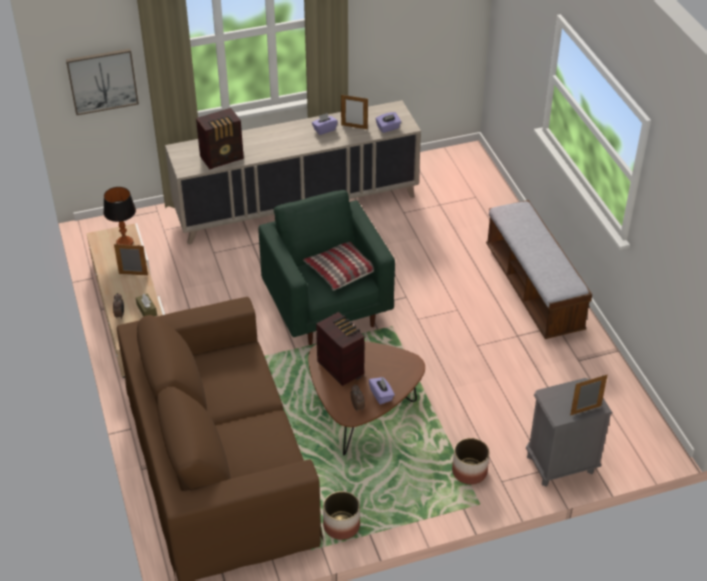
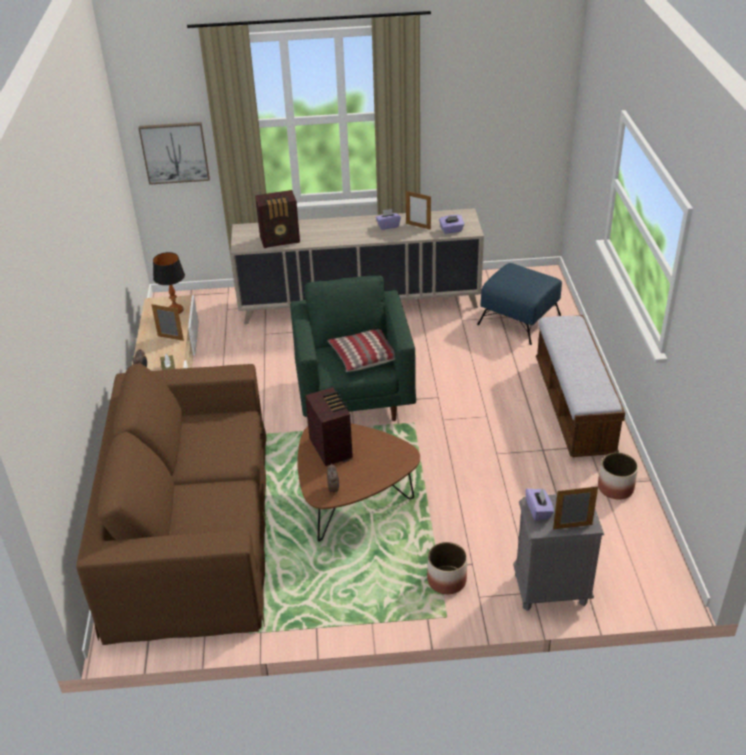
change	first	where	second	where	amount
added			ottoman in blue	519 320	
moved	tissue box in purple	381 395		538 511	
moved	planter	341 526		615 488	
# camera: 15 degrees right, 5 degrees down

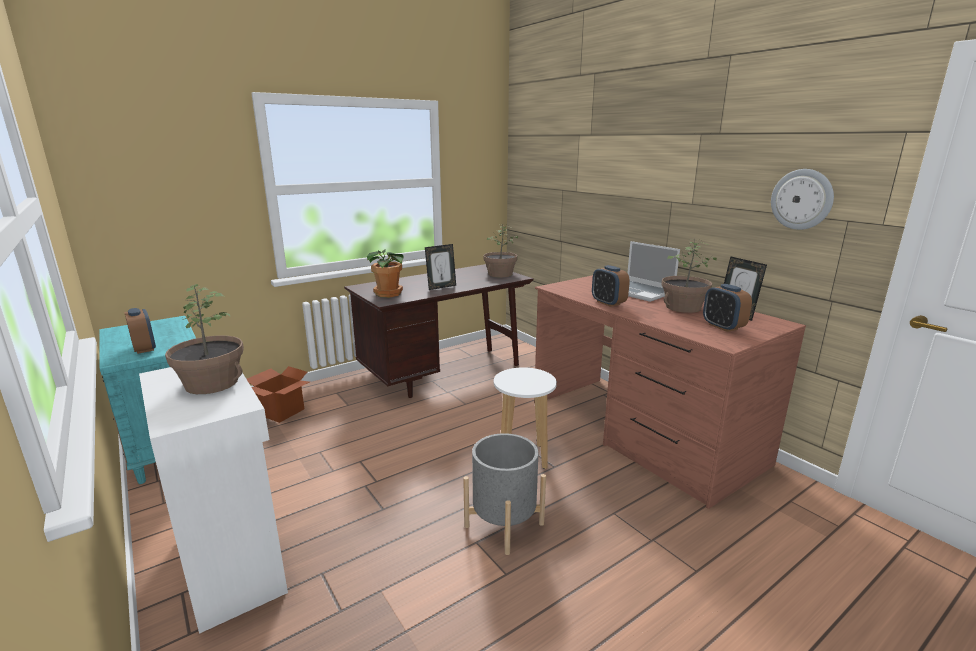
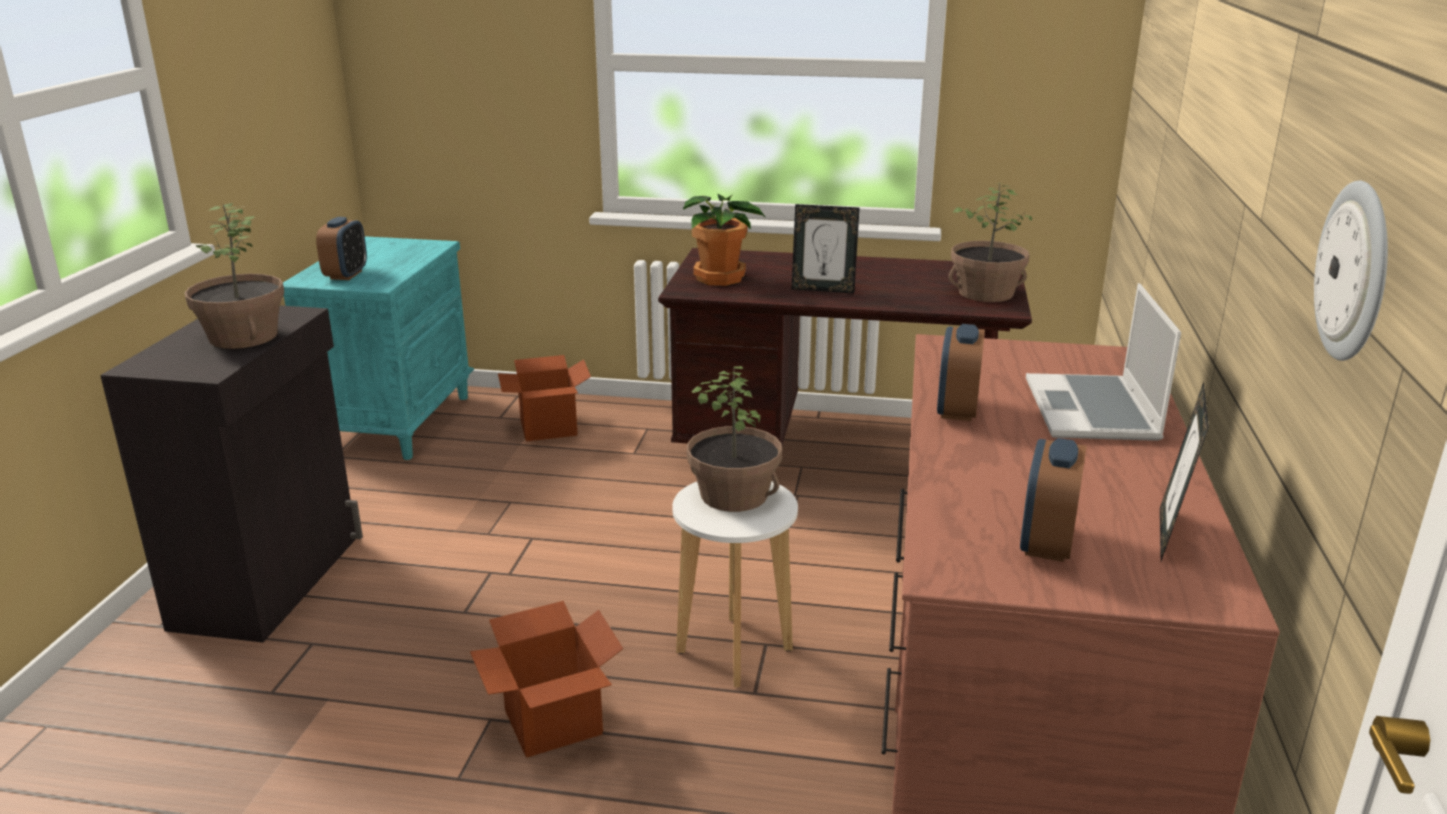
change	first	where	second	where	amount
recoloured	cabinet in white	233 562	cabinet in black	271 581	
replaced	planter in grey	504 525	cardboard box	553 722	
moved	potted plant	683 307		734 494	
# camera: 45 degrees right, 5 degrees up

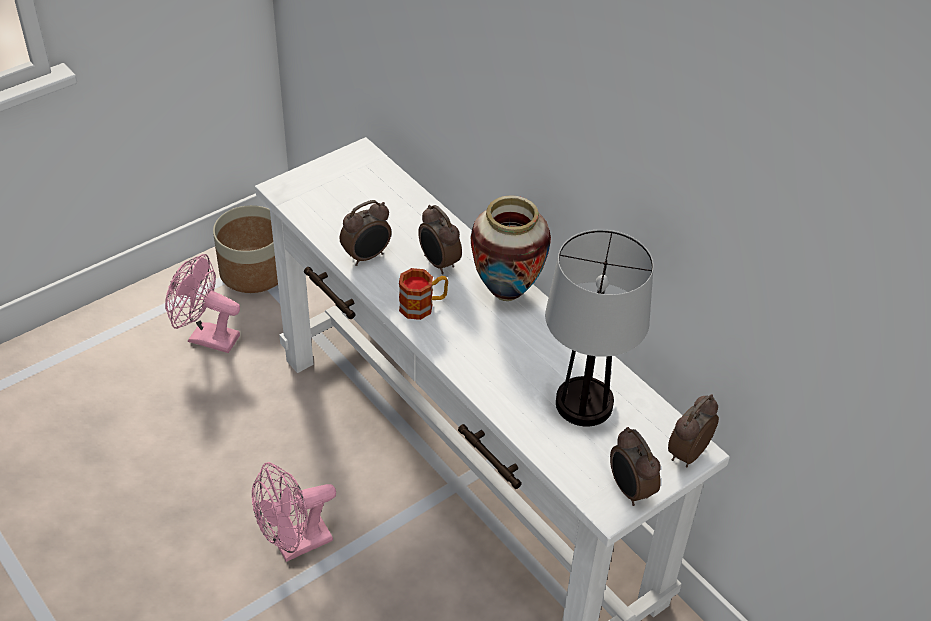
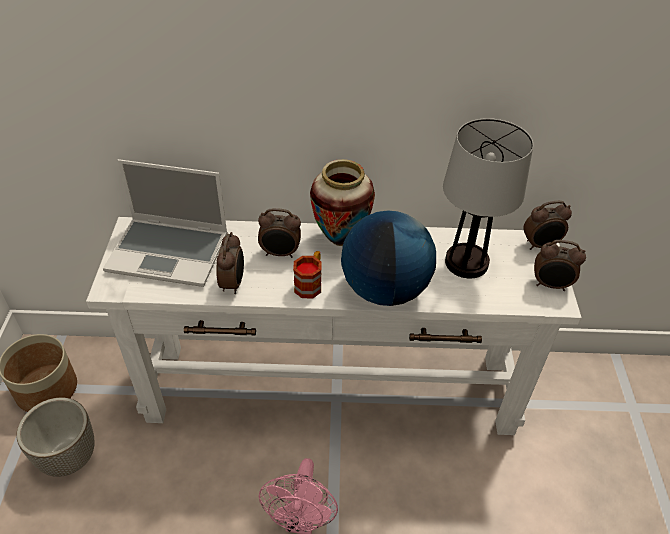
change	first	where	second	where	amount
replaced	fan in pink	206 337	planter	69 457	
added			laptop	170 252	
added			globe	385 290	
turned	alarm clock	686 453		540 245	90 degrees counterclockwise
# camera: 50 degrees left, 0 degrees up

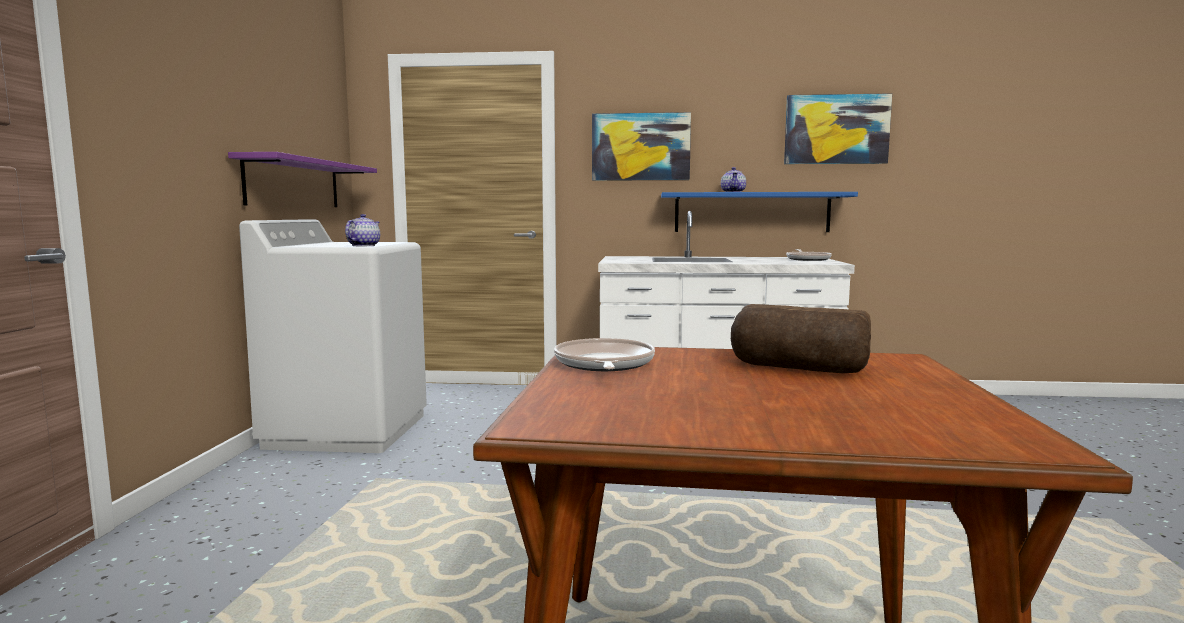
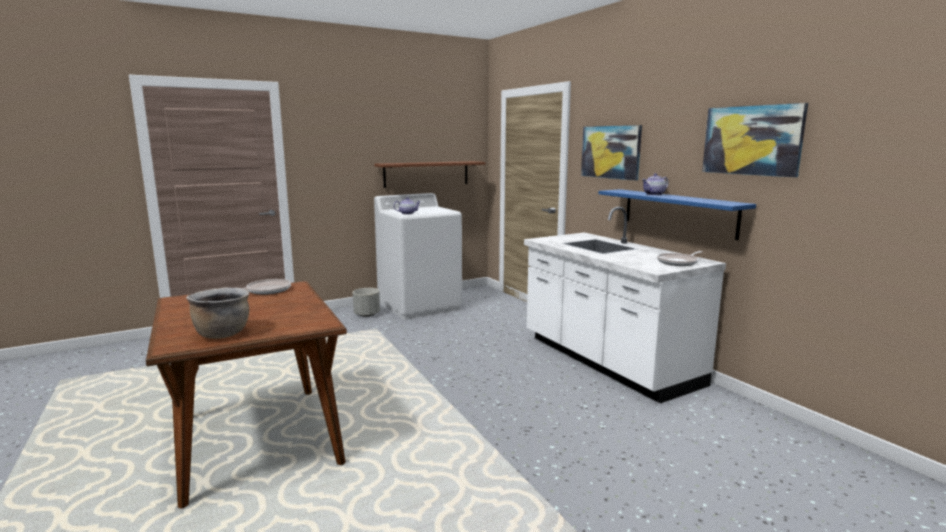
change	first	where	second	where	amount
added			cooking pot in brown	222 334	
added			planter in grey	367 314	
recoloured	shelf in purple	294 184	shelf in brown	426 174	
removed	bread	797 368			
# camera: 55 degrees right, 5 degrees up

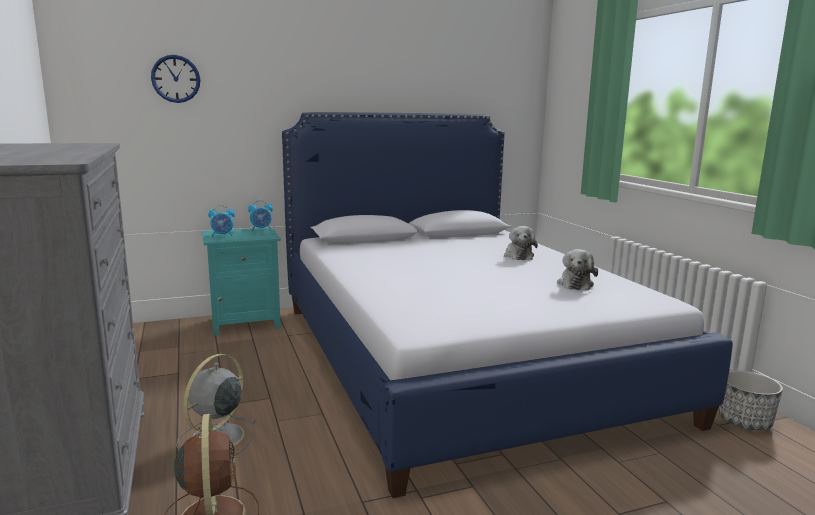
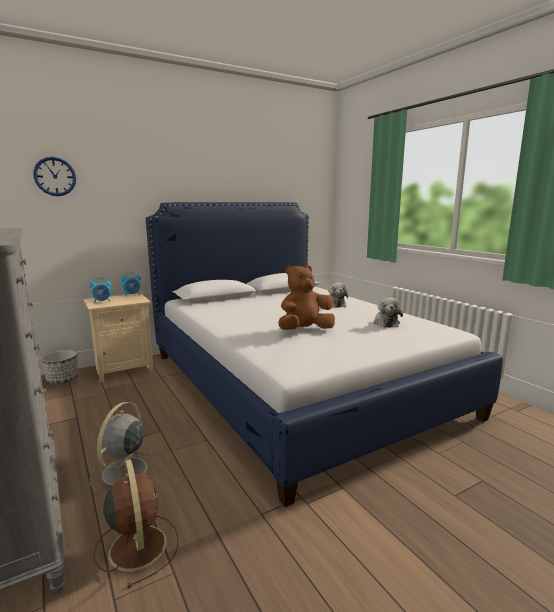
change	first	where	second	where	amount
moved	planter	744 422		62 380	
recoloured	nightstand in turquoise	245 323	nightstand in beige	123 369	
added			plush toy in brown	305 330	
# camera: 10 degrees left, 0 degrees up

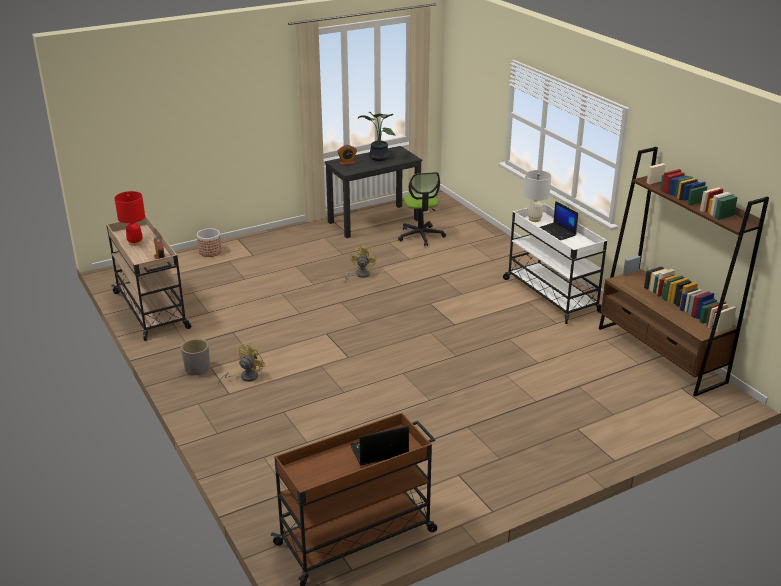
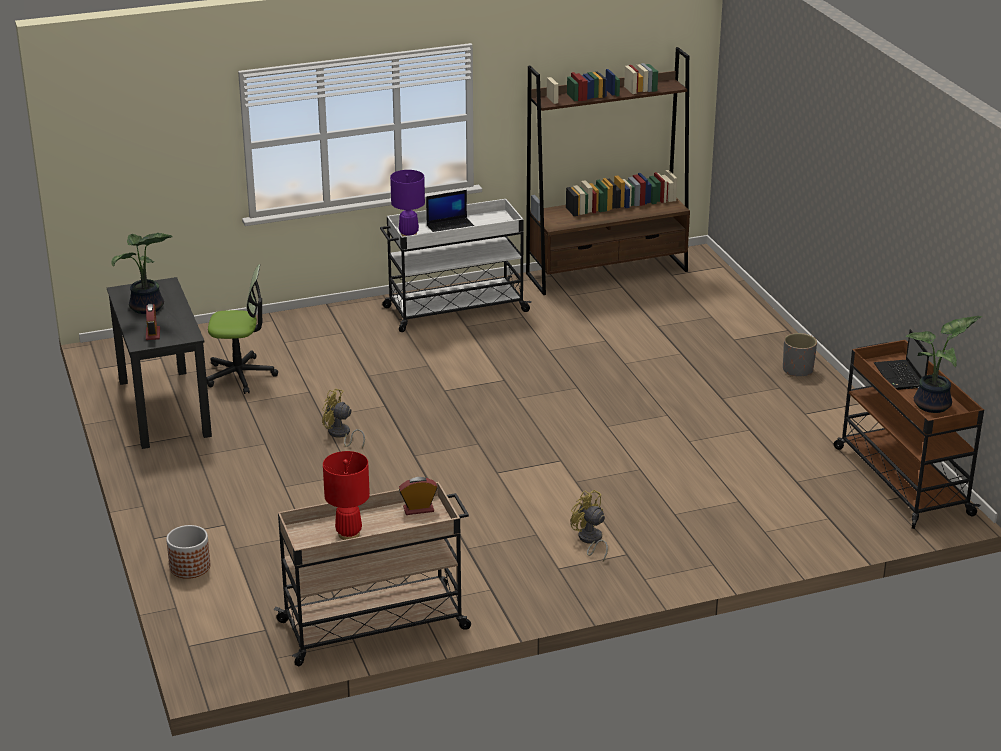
change	first	where	second	where	amount
recoloured	table lamp in white	534 219	table lamp in purple	408 235	
moved	planter in grey	197 369		797 370	
added			potted plant	934 405	
# camera: 80 degrees left, 0 degrees up

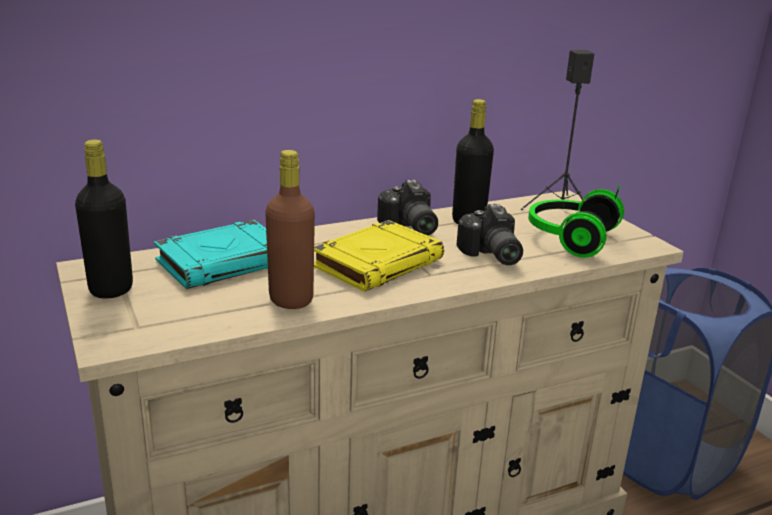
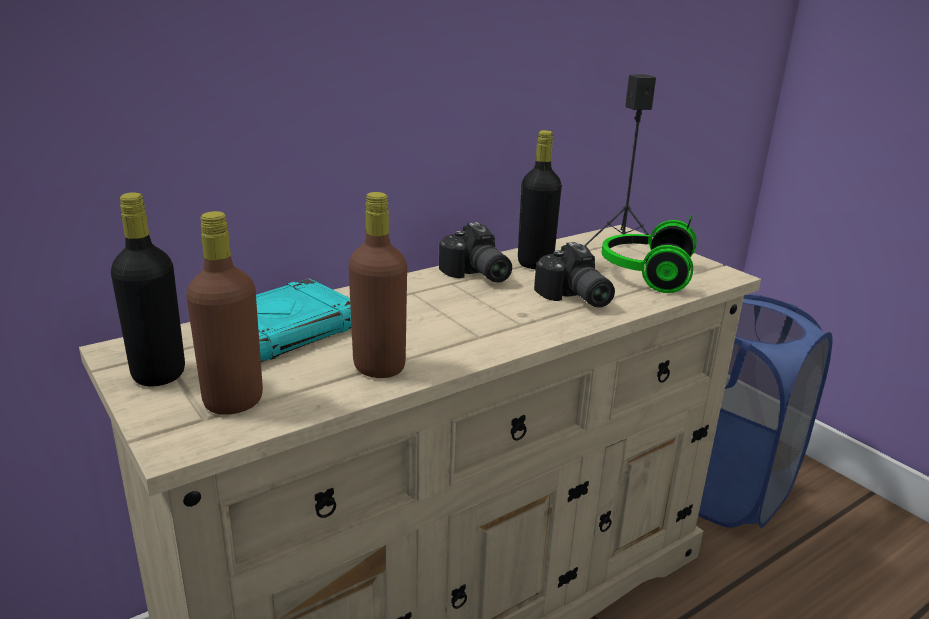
change	first	where	second	where	amount
added			bottle in brown	233 401	
removed	book in yellow	378 263			
# camera: 10 degrees left, 0 degrees up

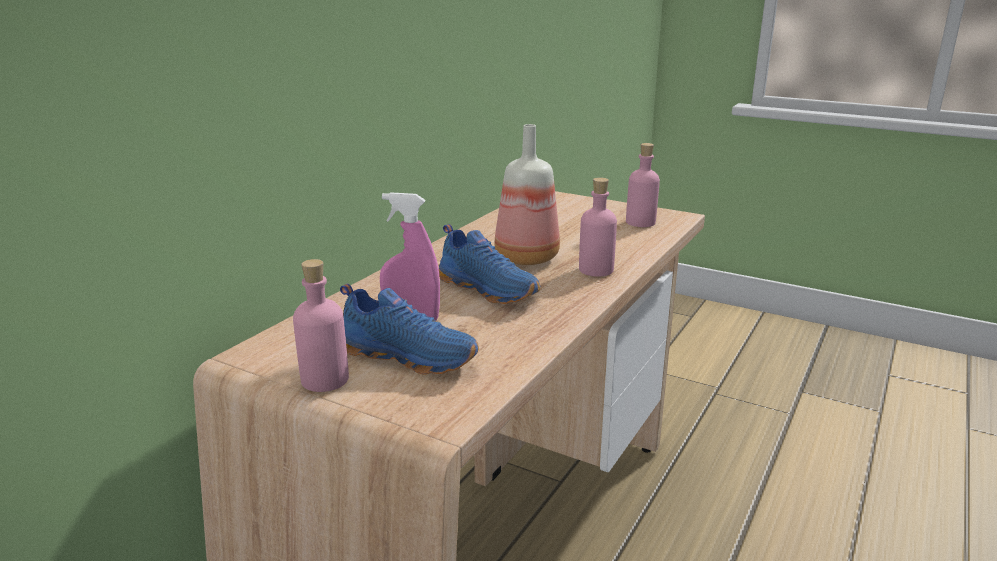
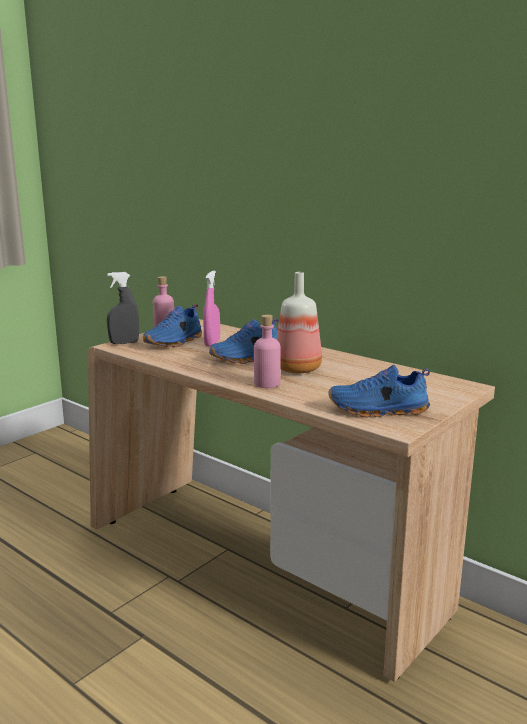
change	first	where	second	where	amount
added			spray bottle in grey	124 342	
replaced	bottle in pink	640 222	shoe in blue	378 410	
# camera: 100 degrees right, 5 degrees down

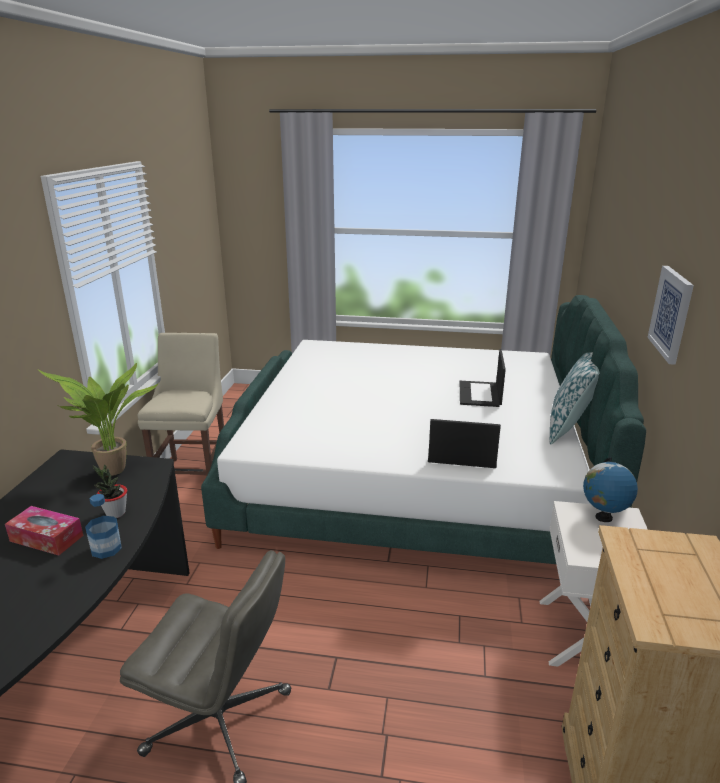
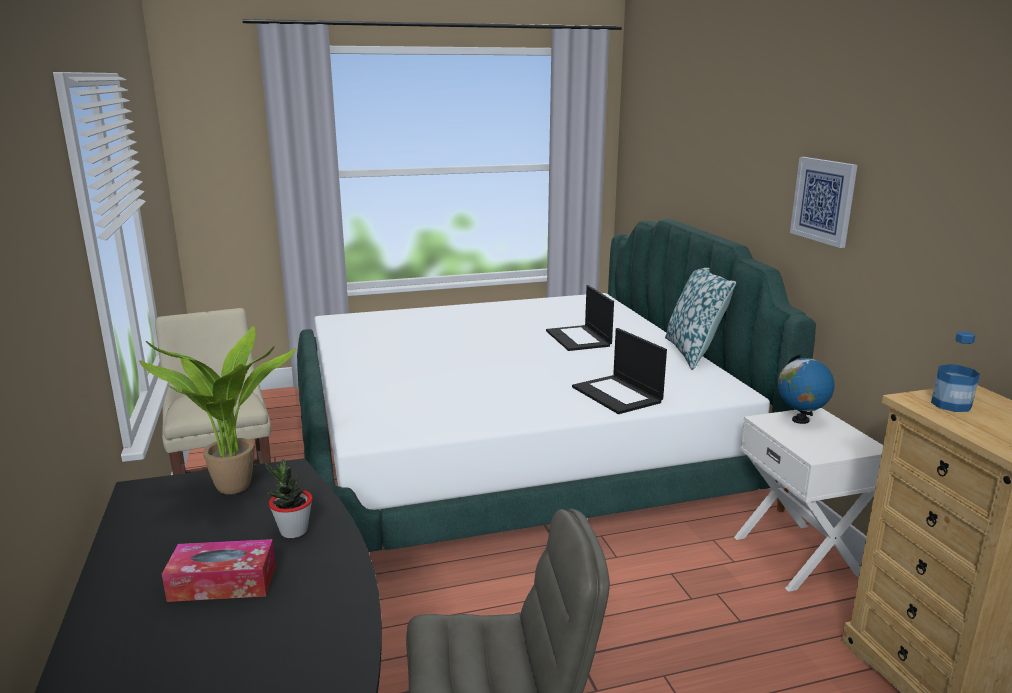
change	first	where	second	where	amount
turned	laptop	461 454		618 395	105 degrees counterclockwise
moved	bottle	106 548		951 404	
# camera: 25 degrees left, 5 degrees down

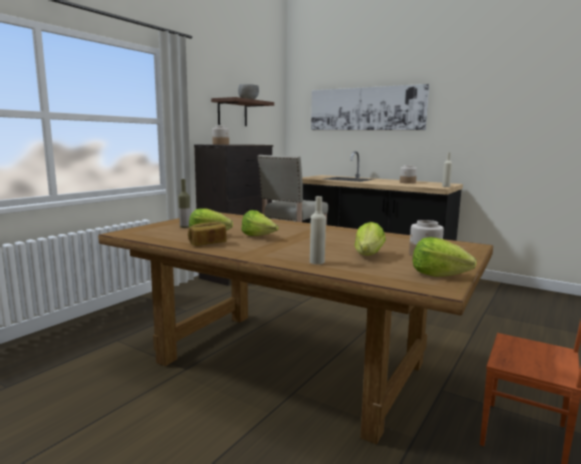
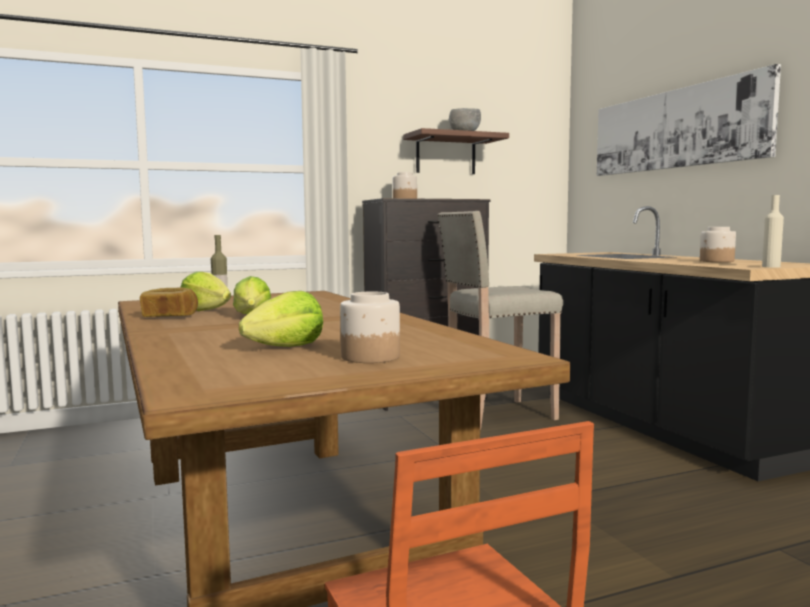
change	first	where	second	where	amount
removed	bottle in beige	317 262			
removed	lettuce	438 275			
# camera: 35 degrees right, 5 degrees down

